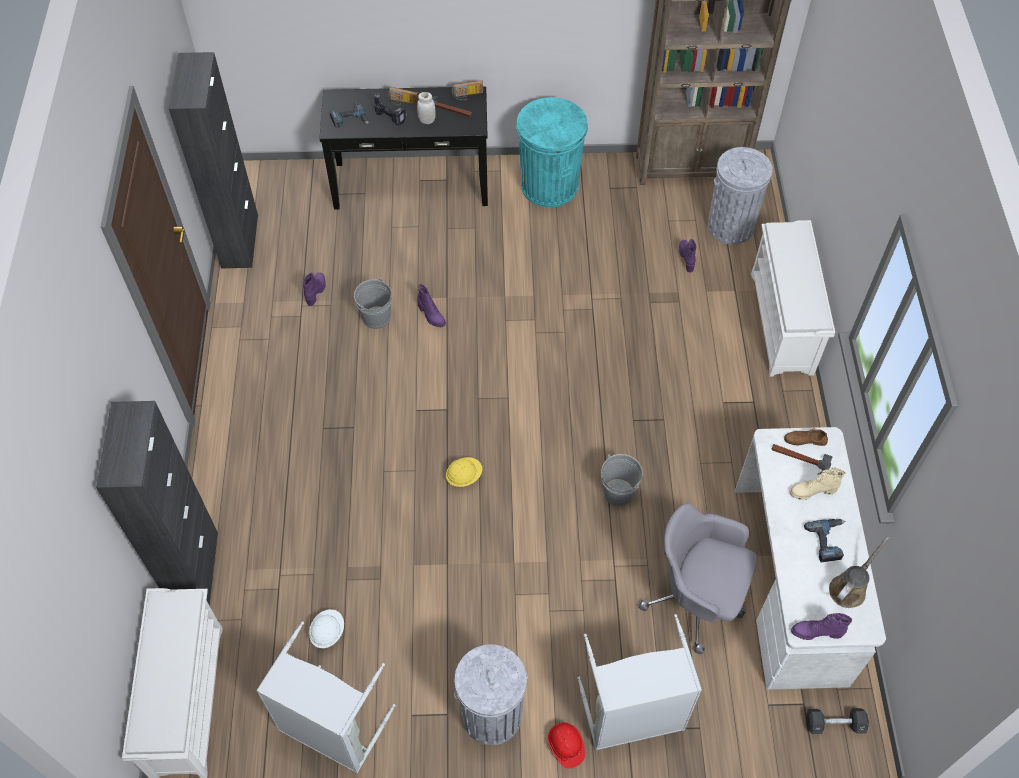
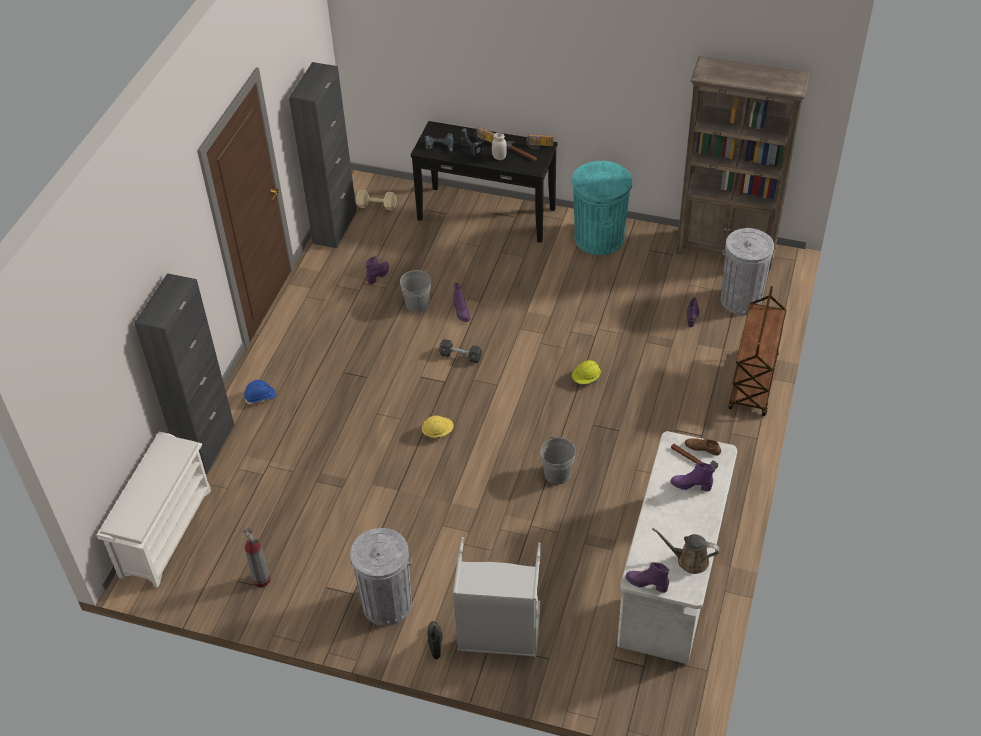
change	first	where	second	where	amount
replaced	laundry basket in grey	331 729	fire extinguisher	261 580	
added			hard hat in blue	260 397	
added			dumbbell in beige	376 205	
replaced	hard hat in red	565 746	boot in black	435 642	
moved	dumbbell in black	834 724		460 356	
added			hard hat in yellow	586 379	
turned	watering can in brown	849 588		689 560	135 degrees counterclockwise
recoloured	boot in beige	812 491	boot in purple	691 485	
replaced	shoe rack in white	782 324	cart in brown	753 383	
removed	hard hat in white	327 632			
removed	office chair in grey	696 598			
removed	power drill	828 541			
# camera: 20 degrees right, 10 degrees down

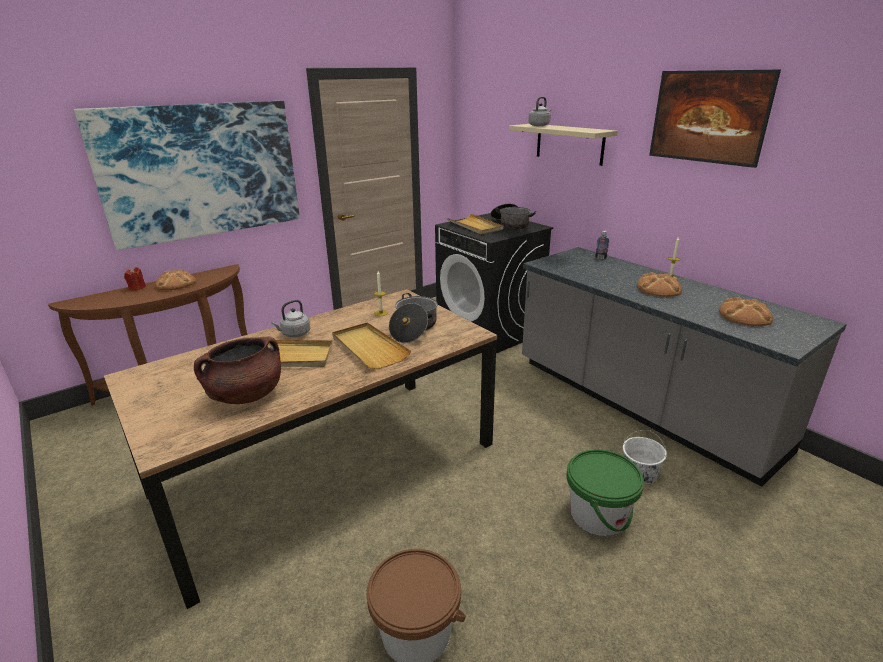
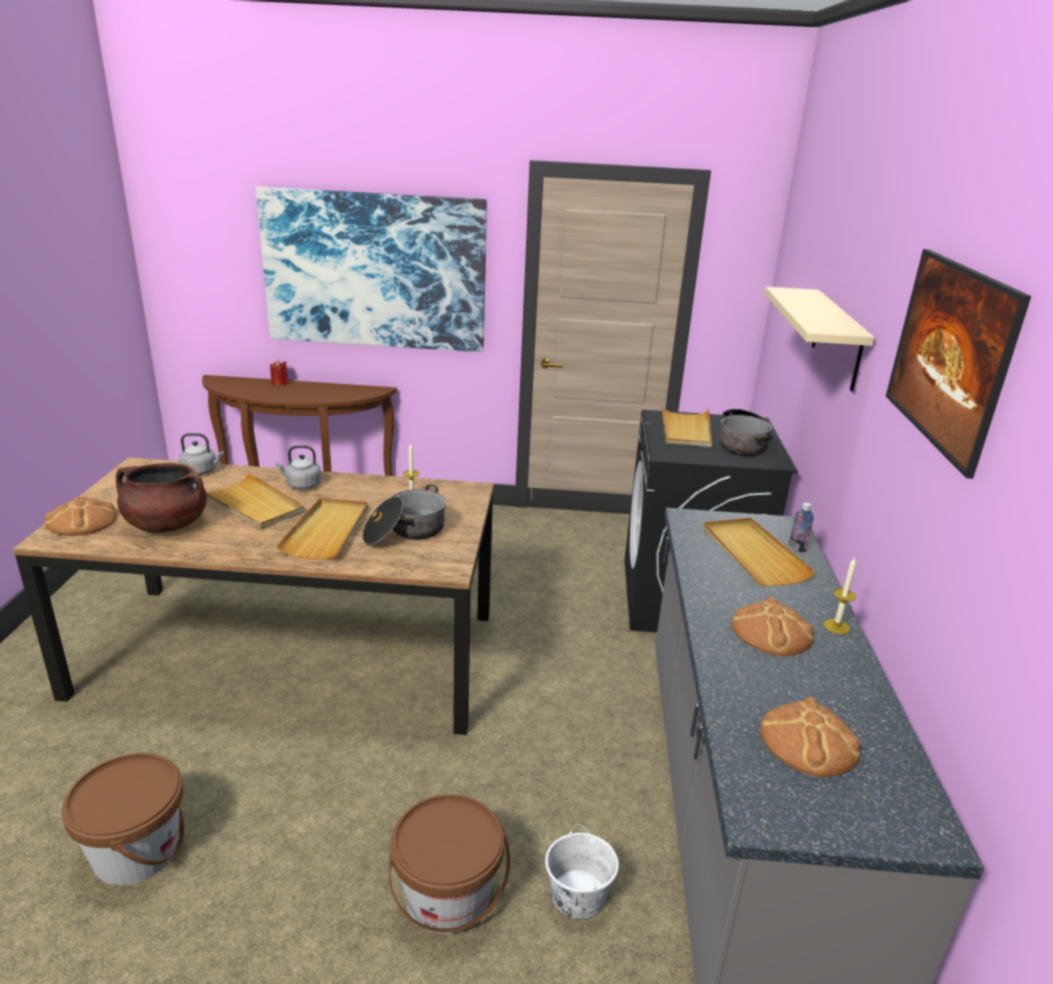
change	first	where	second	where	amount
moved	bread	175 283		82 521	
moved	kettle in grey	539 125		201 471	
recoloured	bucket in green	598 515	bucket in brown	447 896	
added			tray in beige	753 554	
# camera: 40 degrees right, 0 degrees up

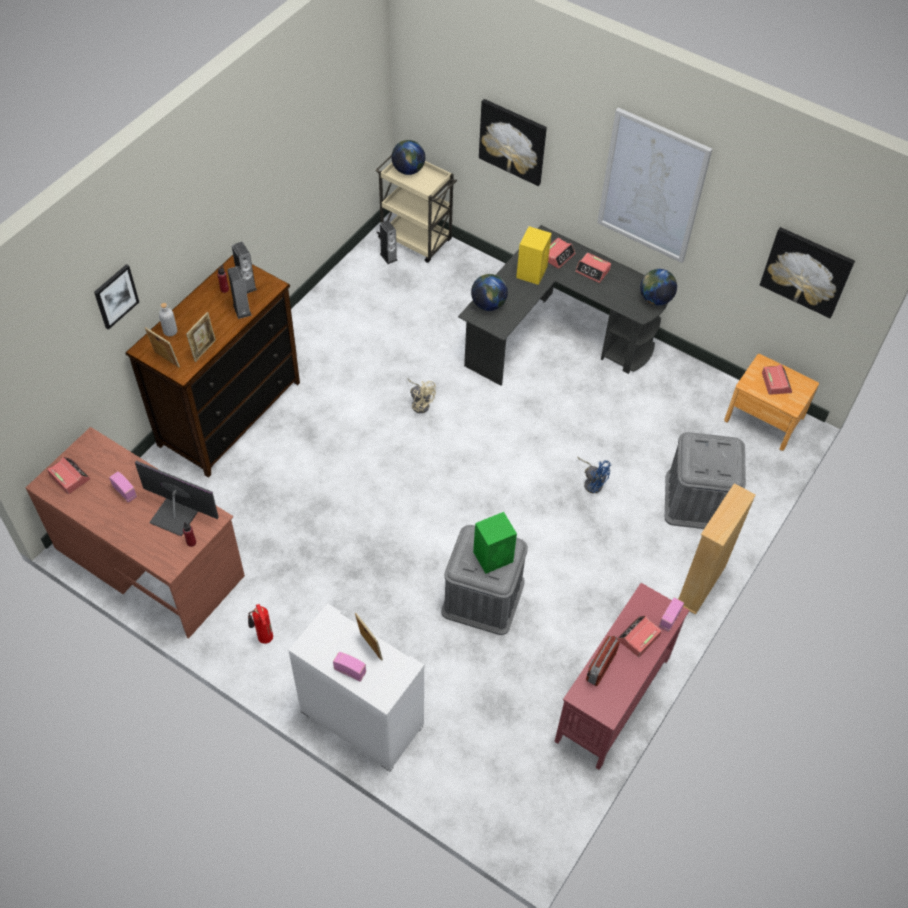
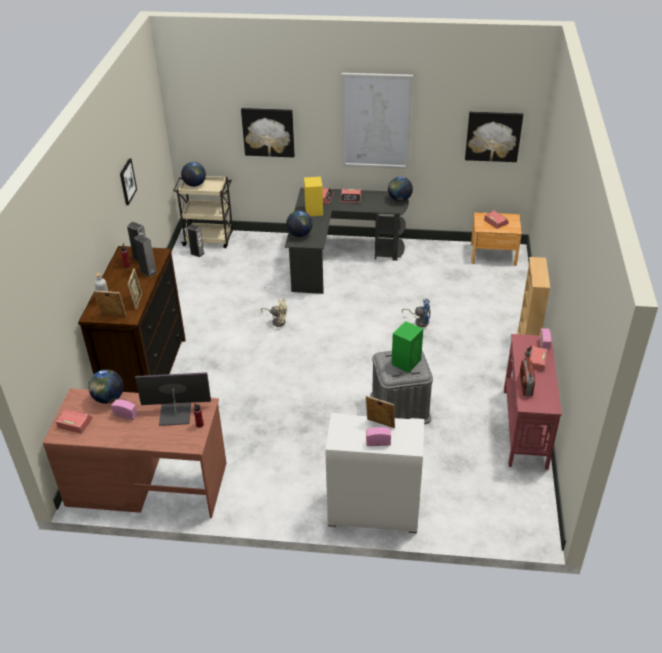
change	first	where	second	where	amount
added			globe	108 398	
moved	picture	115 296		127 181	
removed	fire extinguisher	264 638			
removed	storage box in grey	698 500			
# camera: 25 degrees left, 15 degrees down

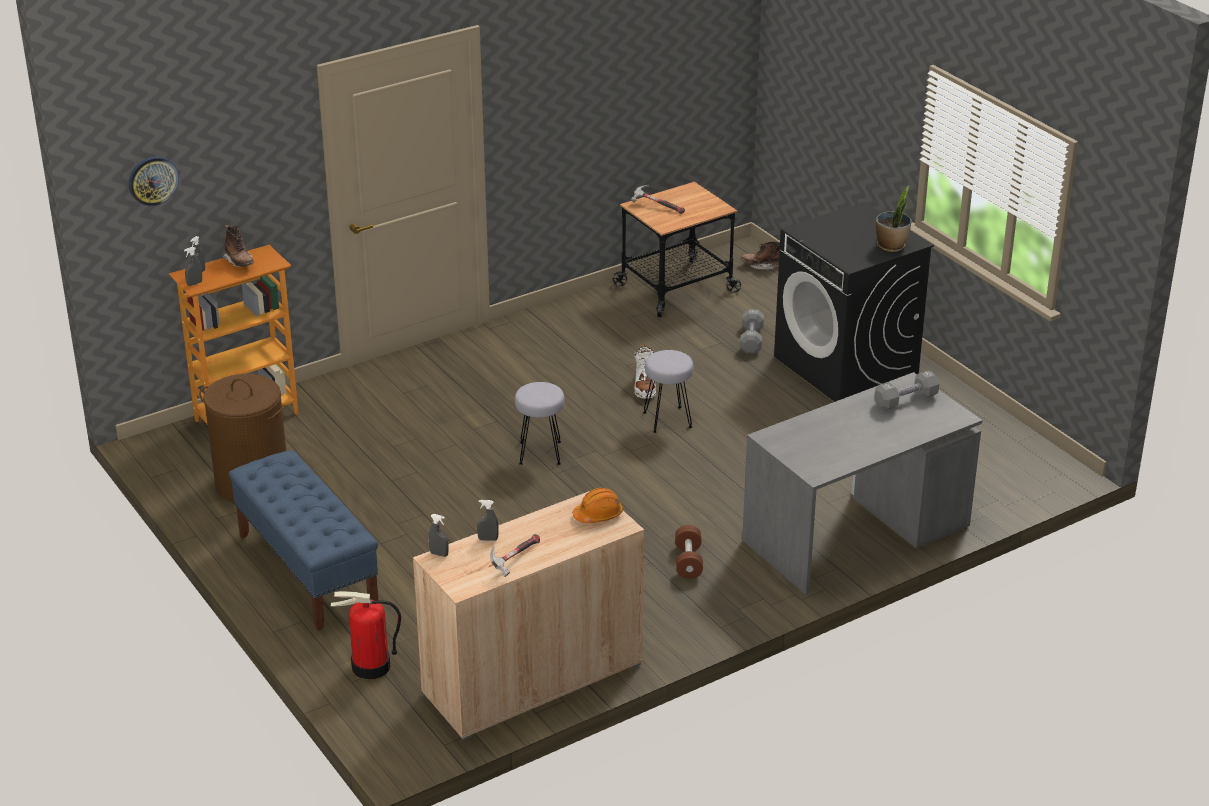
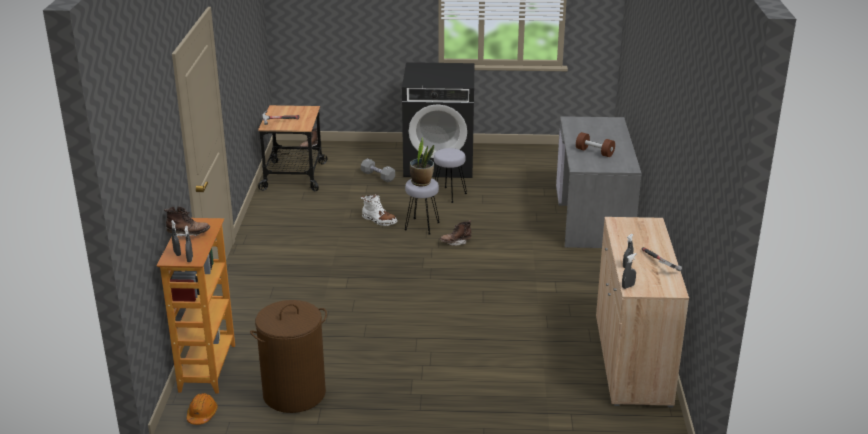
change	first	where	second	where	amount
moved	hard hat in orange	598 515		202 414	
moved	potted plant	891 246		421 182	
moved	stool in grey	541 453		449 195	
added			boot in brown	455 242	
moved	dumbbell in brown	688 562		594 152	
removed	wall clock	153 180			
removed	bench in blue	307 570			
removed	fire extinguisher	370 667			
removed	dumbbell in grey	905 400			
# camera: 55 degrees left, 5 degrees down

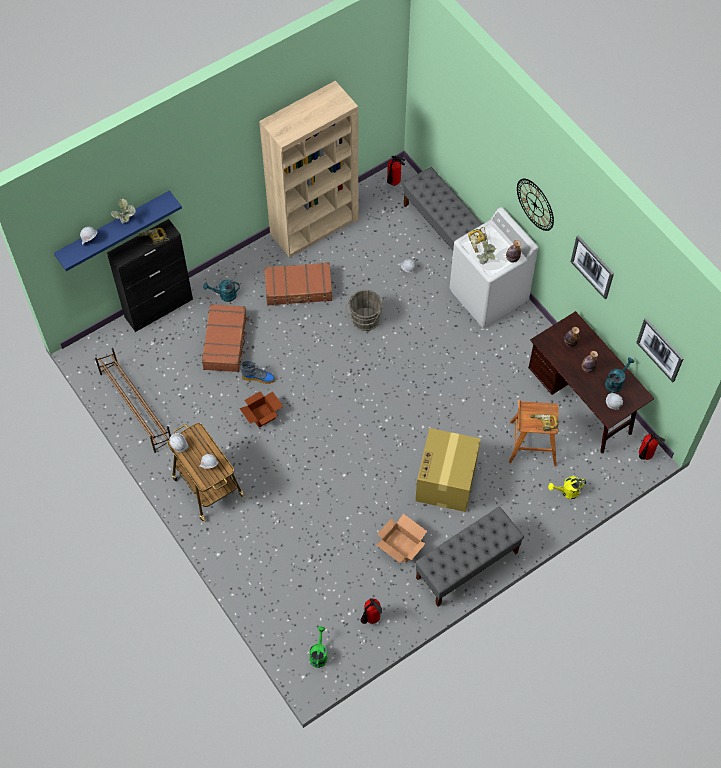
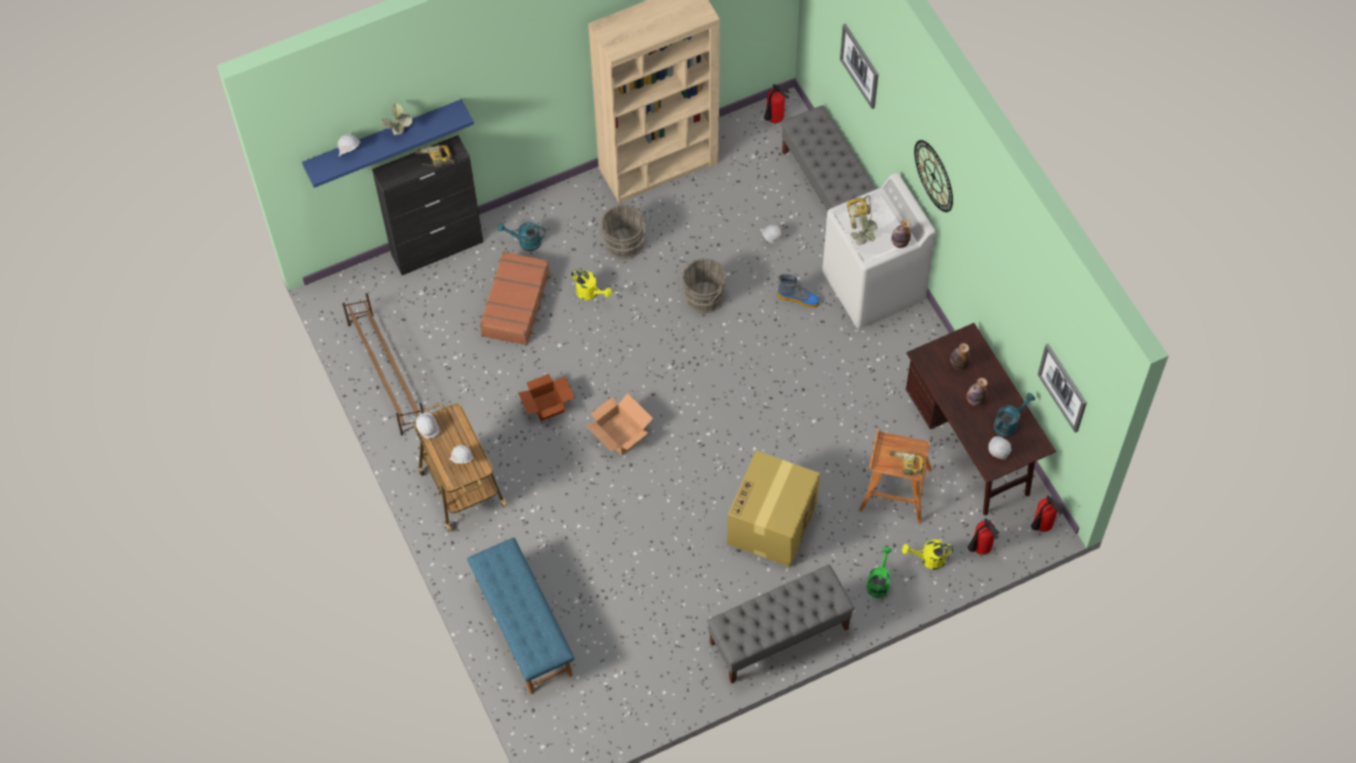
change	first	where	second	where	amount
added			bench in blue	522 627	
added			watering can in yellow	590 293	
moved	cardboard box	401 546		620 434	
replaced	suitcase in brown	298 289	bucket in grey	623 246	
moved	boot	258 378		798 298	
moved	picture	592 266		860 66	
moved	watering can in green	318 654		878 582	
moved	fire extinguisher	371 619		979 549	
# camera: 10 degrees right, 0 degrees up

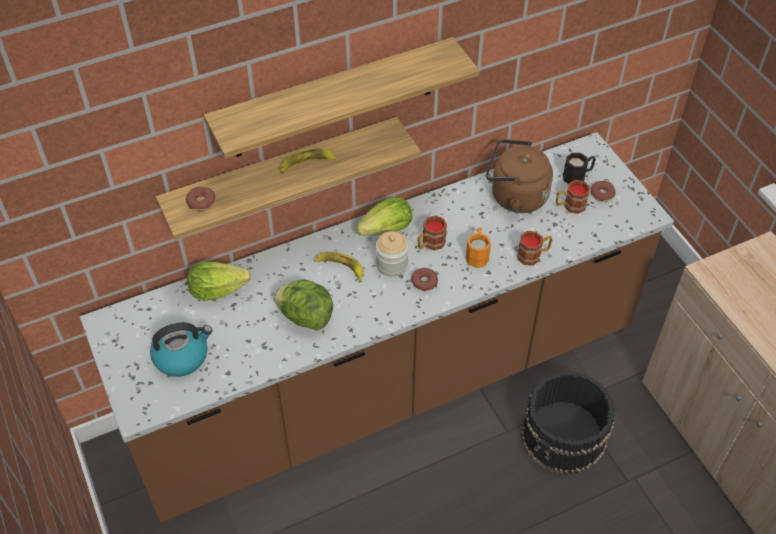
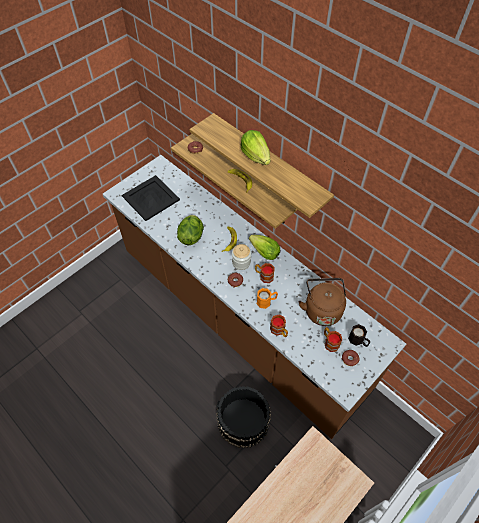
change	first	where	second	where	amount
replaced	kettle	182 356	tray in black	151 197	
moved	lettuce	217 290		256 156	
# camera: 70 degrees right, 5 degrees up

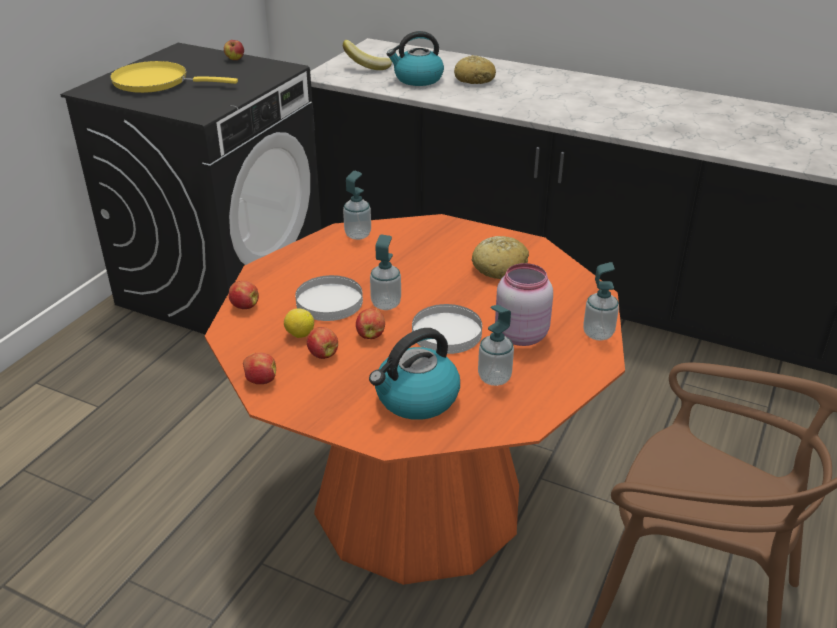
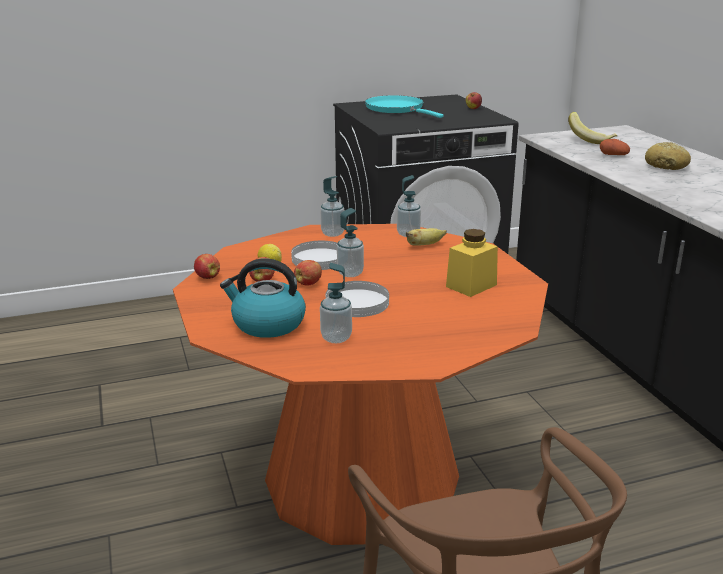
change	first	where	second	where	amount
moved	soap dispenser	598 334		332 233	
recoloured	frying pan in yellow	156 82	frying pan in turquoise	397 109	
added			banana	424 245	
replaced	bread	500 267	jar in yellow	471 286	
replaced	kettle	417 79	potato	614 155	
removed	apple	244 306			
removed	jar in pink	519 335			
# camera: 45 degrees right, 10 degrees down

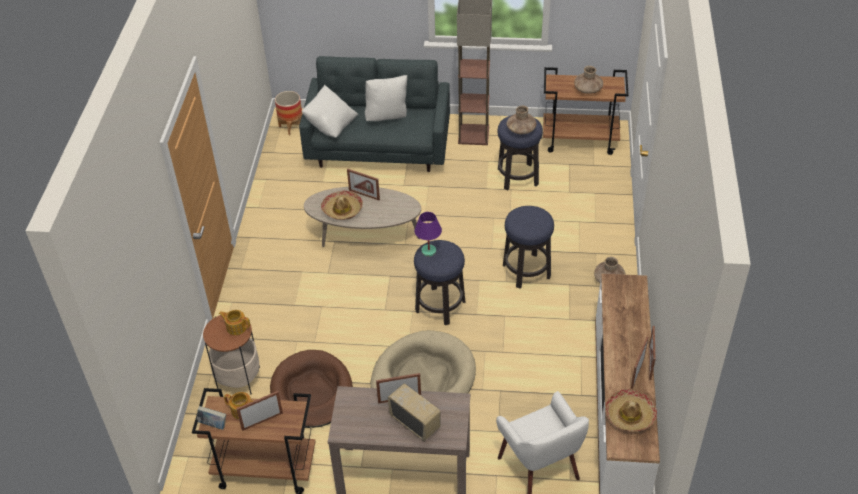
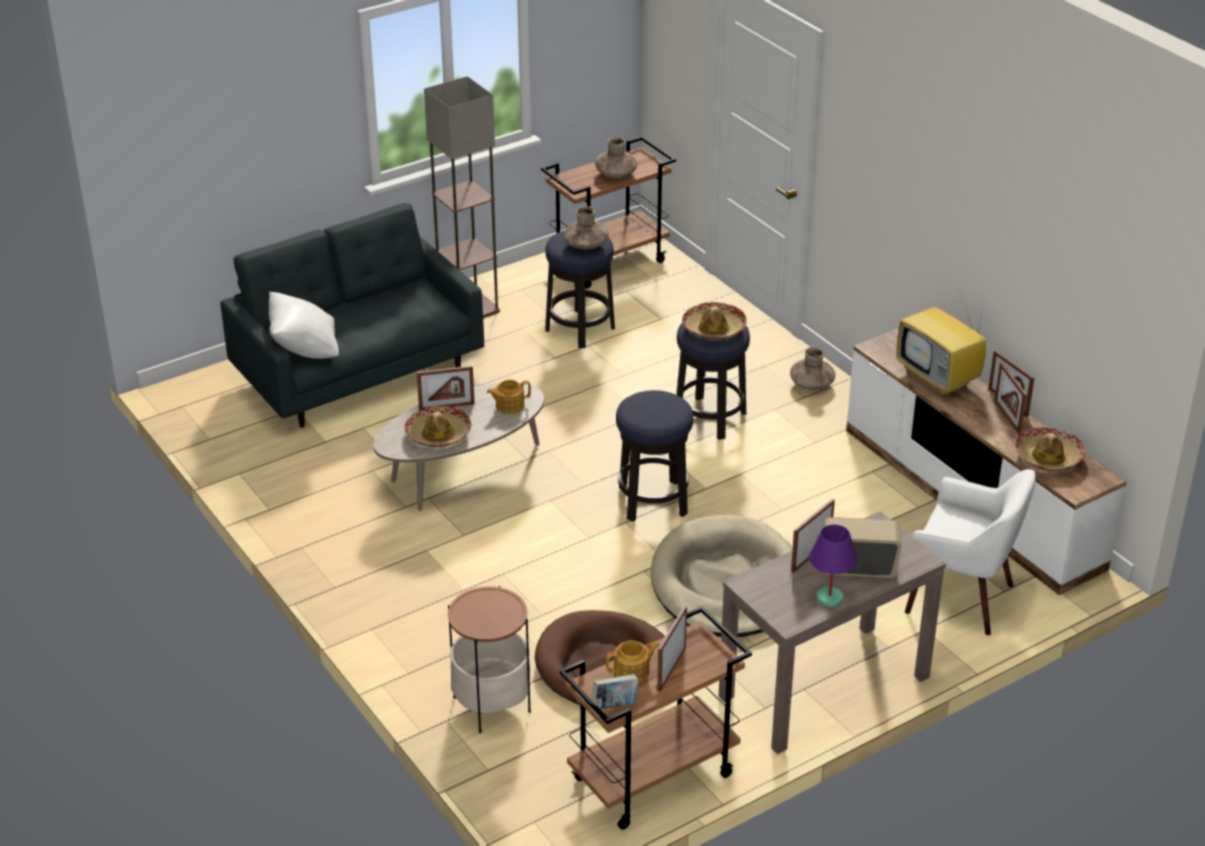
change	first	where	second	where	amount
moved	teapot	236 327		509 406	
added			hat	714 328	
moved	table lamp in purple	428 251		829 598	
added			television	939 379	
removed	planter	291 127			
removed	pillow in white	387 116			
# camera: 40 degrees left, 10 degrees down

